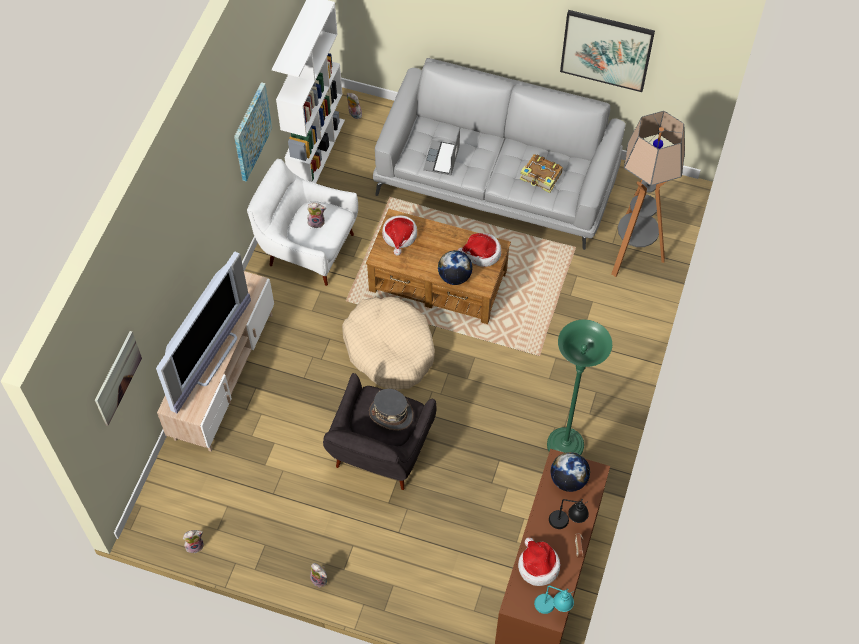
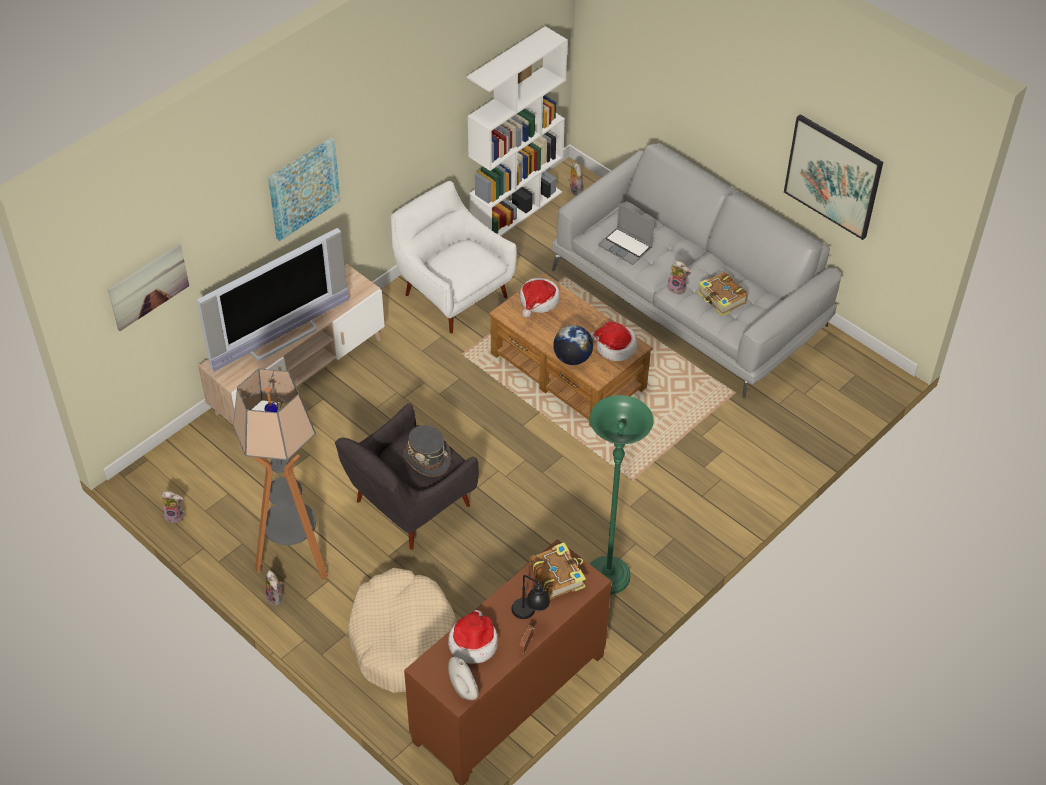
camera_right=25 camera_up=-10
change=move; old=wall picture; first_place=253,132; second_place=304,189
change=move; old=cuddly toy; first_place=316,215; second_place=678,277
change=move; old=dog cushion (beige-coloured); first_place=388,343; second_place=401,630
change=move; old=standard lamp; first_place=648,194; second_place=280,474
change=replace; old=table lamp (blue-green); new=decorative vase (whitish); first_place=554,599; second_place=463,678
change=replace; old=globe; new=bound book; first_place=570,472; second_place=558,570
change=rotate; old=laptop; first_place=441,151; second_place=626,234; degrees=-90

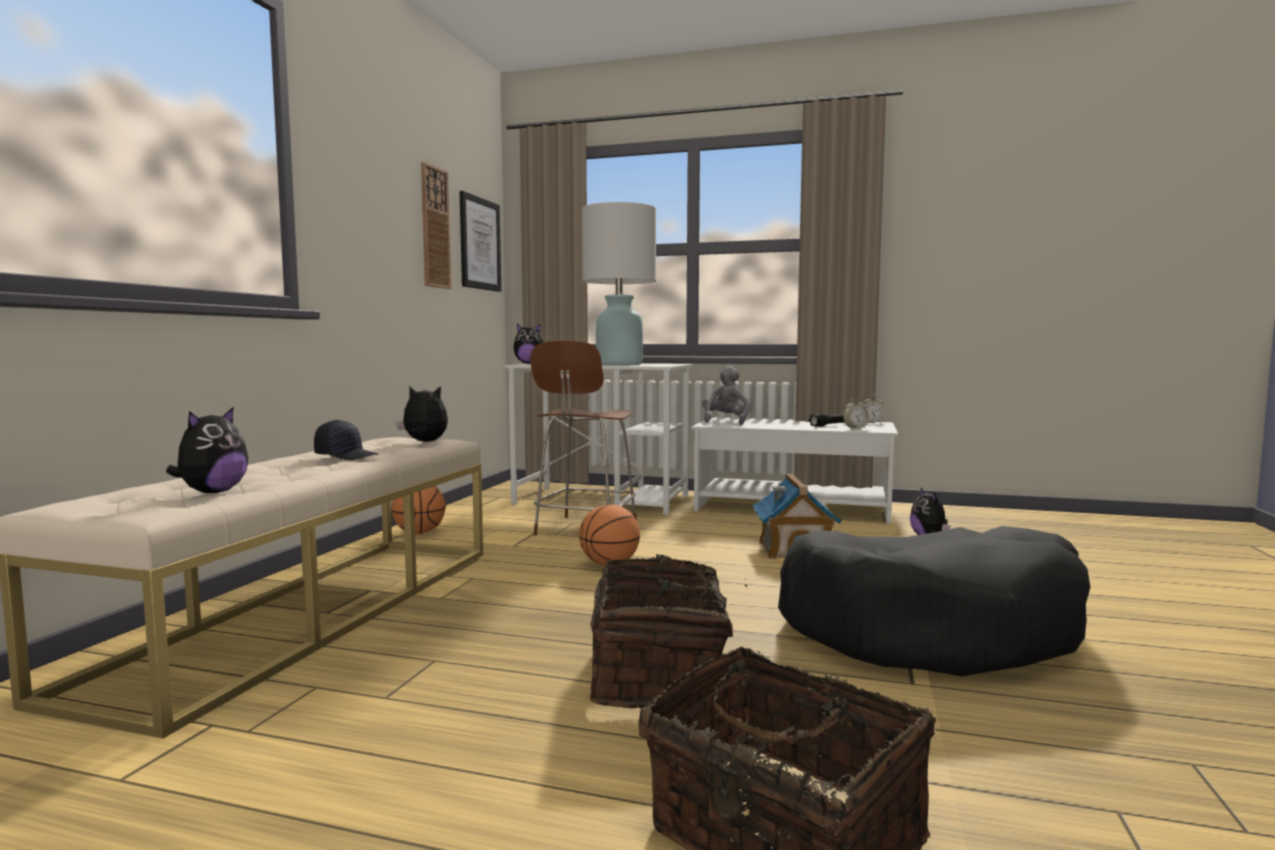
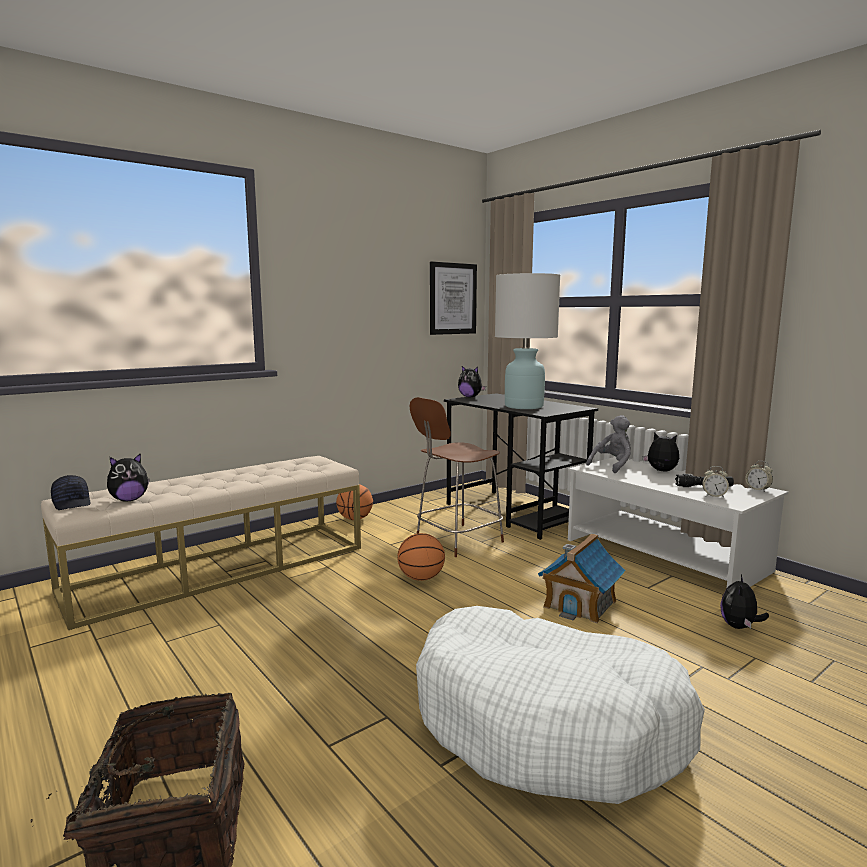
camera_right=35 camera_up=5
change=delete; old=clock on the wall; first_place=436,225
change=delete; old=storage basket; first_place=669,631
change=move; old=peaked cap (black); first_place=346,440; second_place=70,492
change=move; old=cuddly toy; first_place=422,414; second_place=661,451
change=recolor; old=desk unit (whitish); new=desk unit (black); first_place=598,439; second_place=521,466
change=recolor; old=dog cushion (black); new=dog cushion (whitish); first_place=934,601; second_place=560,705

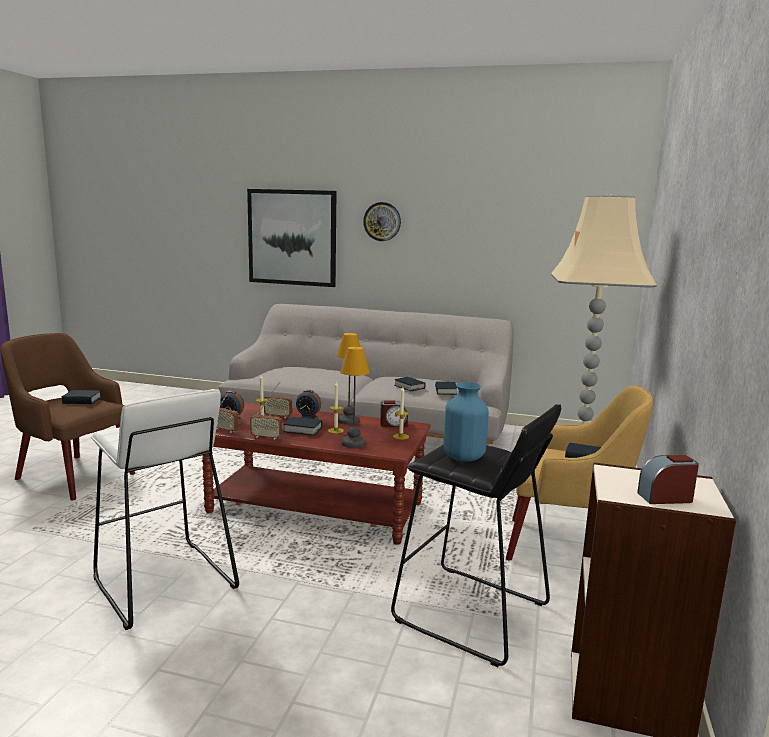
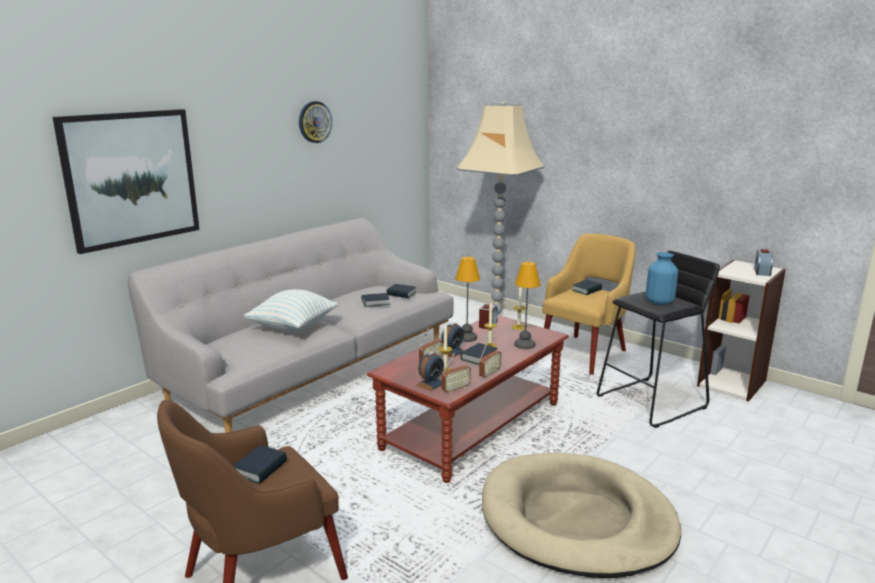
camera_right=-65 camera_up=5
change=insert; new=pillow; second_place=291,311
change=move; old=clock on the wall; first_place=382,221; second_place=315,122
change=replace; old=sitting stool (whitish); new=dog cushion (beige-coloured); first_place=165,509; second_place=581,515

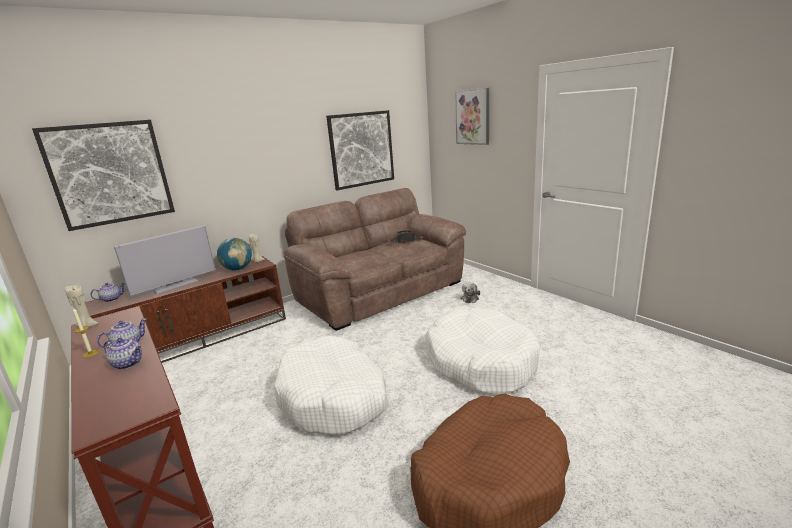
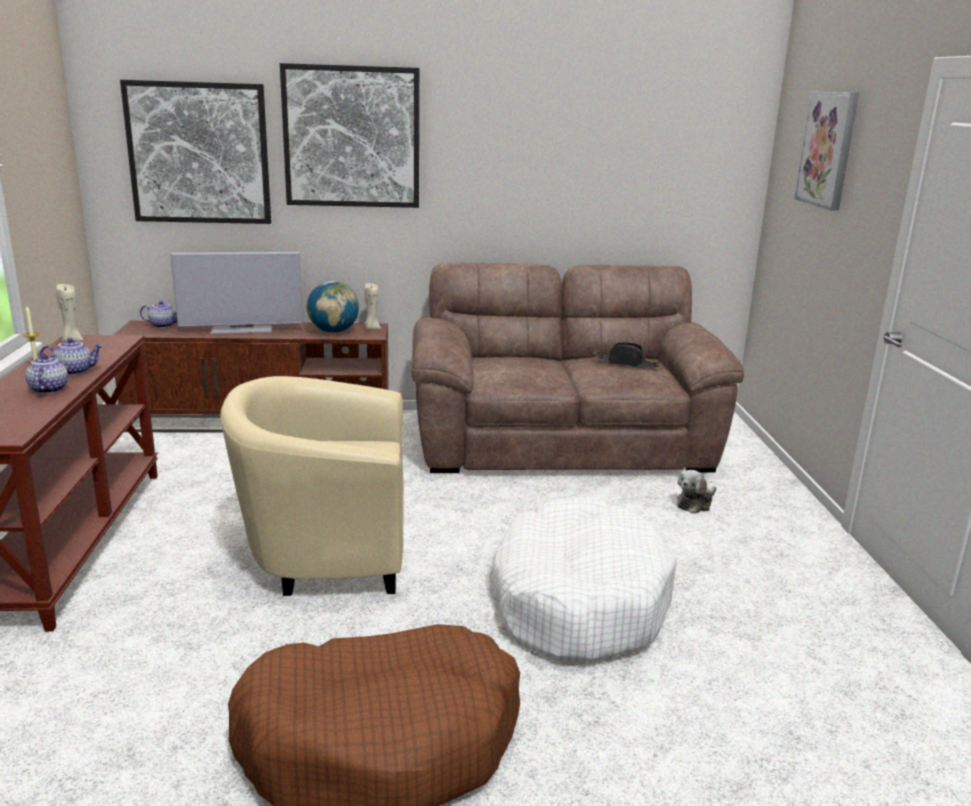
camera_right=30 camera_up=0
change=move; old=wall picture; first_place=360,150; second_place=349,135
change=replace; old=dog cushion (whitish); new=easy chair (beige-coloured); first_place=331,385; second_place=312,486
change=rotate; old=tea pot; first_place=123,353; second_place=46,374; degrees=-150

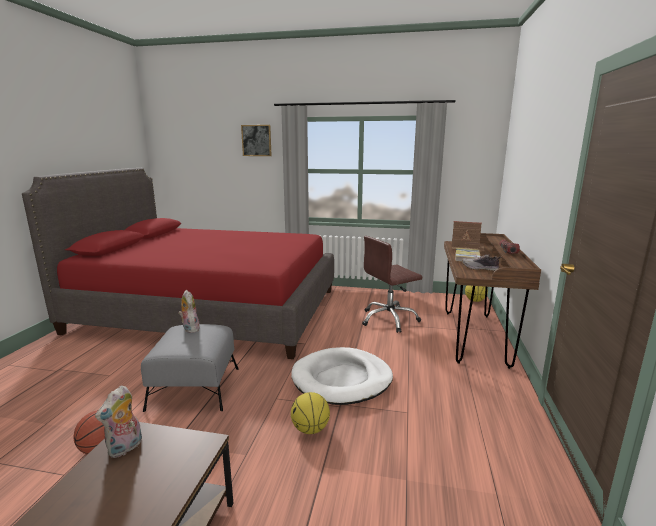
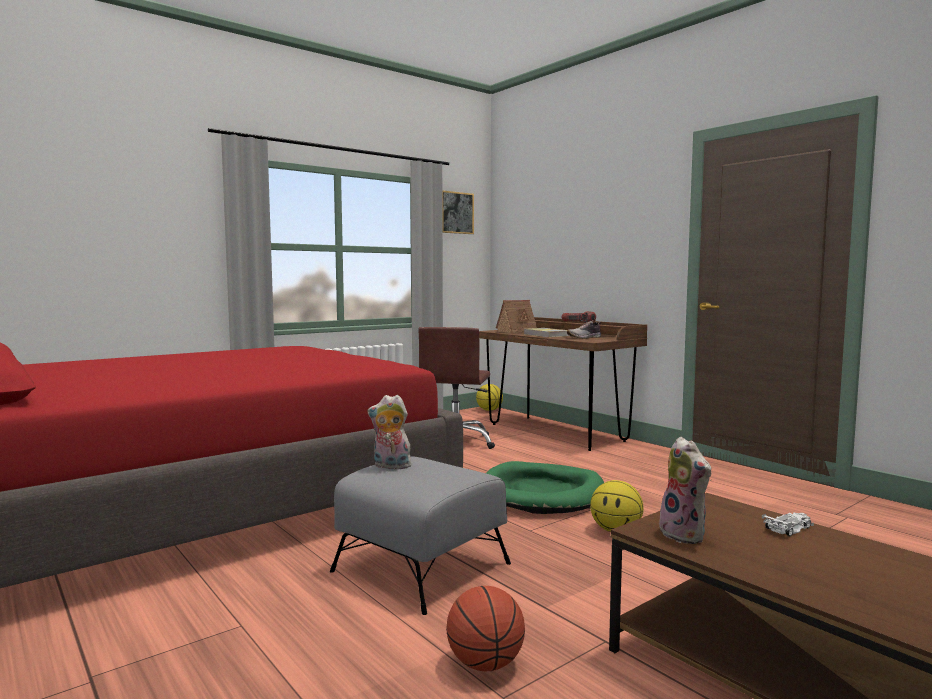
camera_right=-50 camera_up=-10
change=insert; new=toy car (whitish); second_place=788,524
change=move; old=wall picture; first_place=256,140; second_place=458,212
change=recolor; old=dog cushion (whitish); new=dog cushion (greenish); first_place=342,376; second_place=545,487

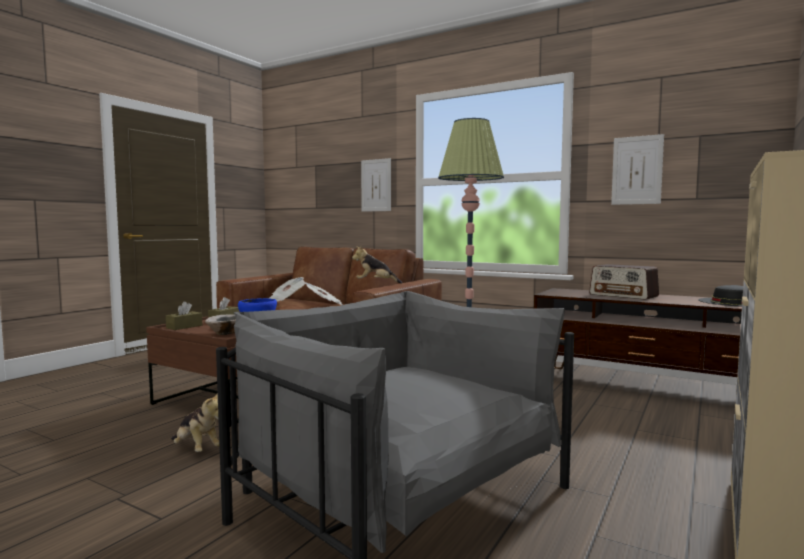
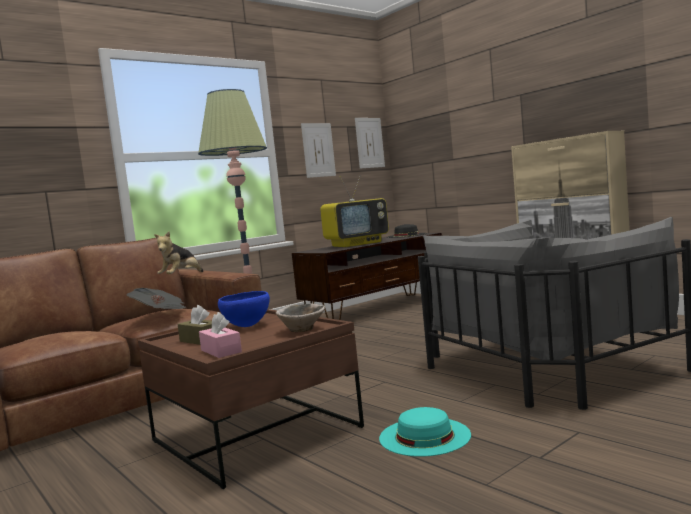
camera_right=-70 camera_up=0
change=delete; old=daily paper; first_place=287,289
change=move; old=wall picture; first_place=376,185; second_place=370,143
change=replace; old=cuddly toy; new=hat (blue-green); first_place=195,422; second_place=425,432
change=replace; old=radio receiver; new=TV; first_place=624,282; second_place=354,211
change=recolor; old=tissue box (brown-coloured); new=tissue box (pink-coloured); first_place=184,315; second_place=220,335

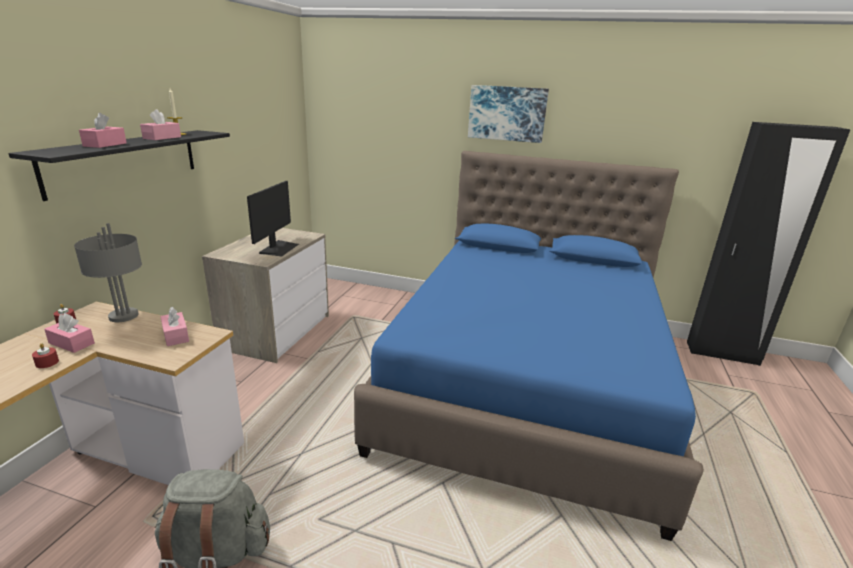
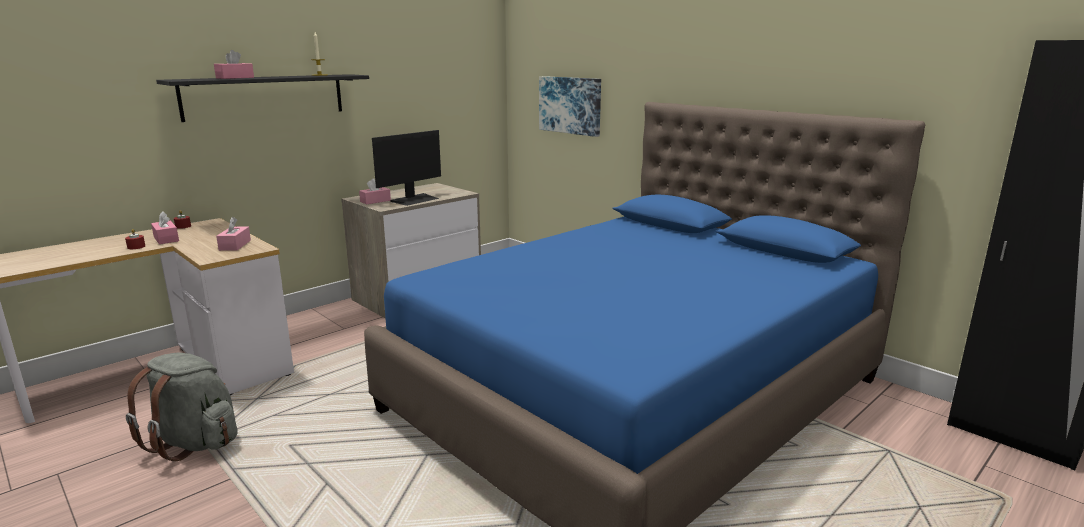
camera_right=30 camera_up=-5
change=delete; old=table lamp (grey); first_place=108,272
change=move; old=tissue box (pink-coloured); first_place=160,124; second_place=375,191
change=move; old=wall picture; first_place=508,114; second_place=570,106

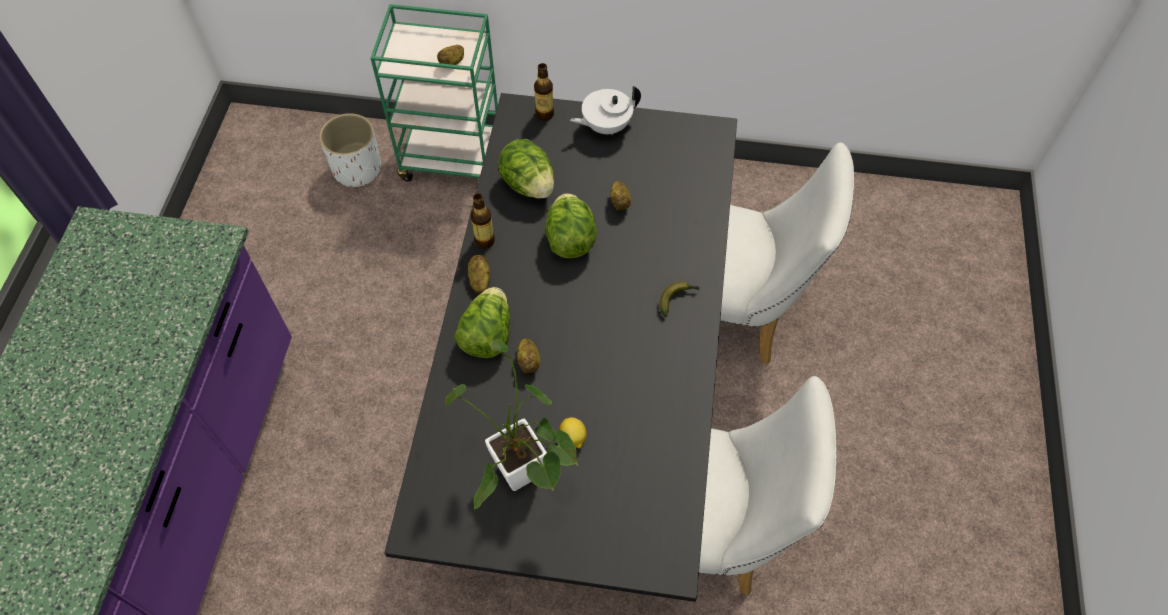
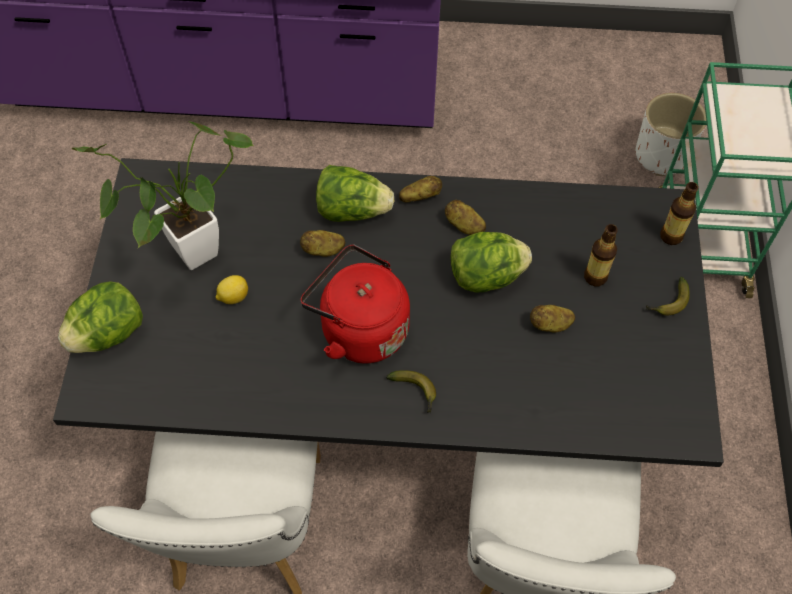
camera_right=85 camera_up=0
change=insert; new=water kettle (red); second_place=355,304
change=move; old=spud; first_place=450,55; second_place=465,217
change=move; old=beverage bottle; first_place=483,221; second_place=601,255
change=move; old=head of lettuce; first_place=526,169; second_place=100,317
change=replace; old=tea pot (whitish); new=whole banana; first_place=605,110; second_place=668,296

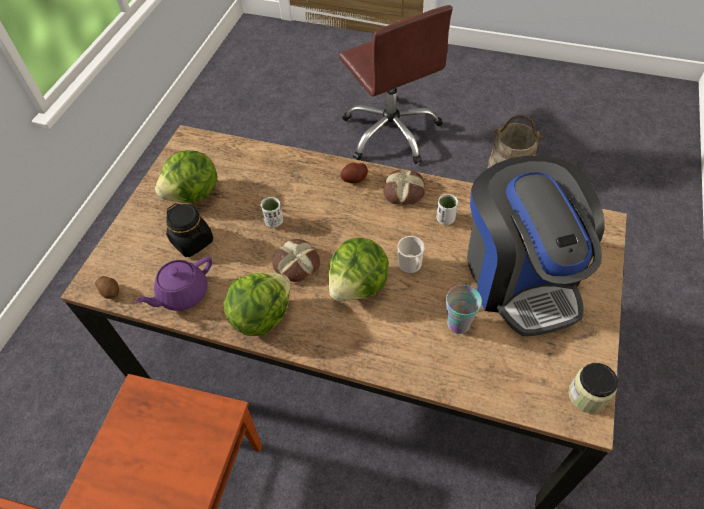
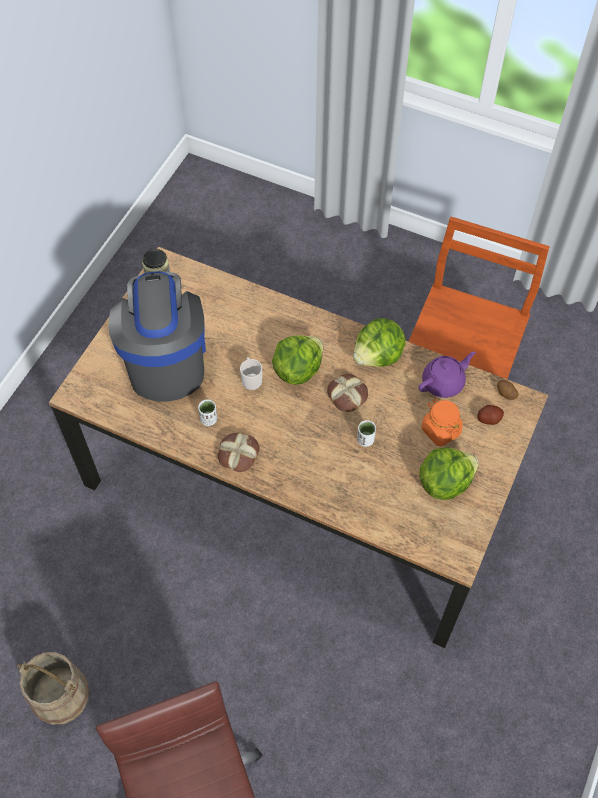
camera_right=-175 camera_up=5
change=delete; old=cup; first_place=464,309
change=move; old=spud; first_place=354,173; second_place=490,415
change=recolor; old=storage jar (black); new=storage jar (orange); first_place=189,230; second_place=442,422

